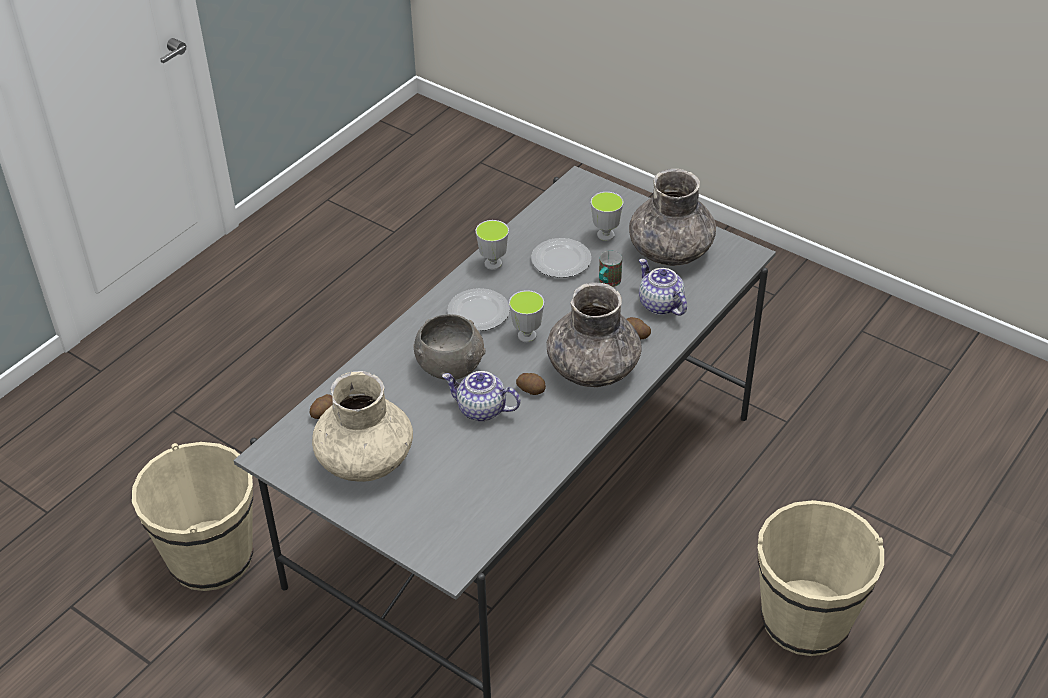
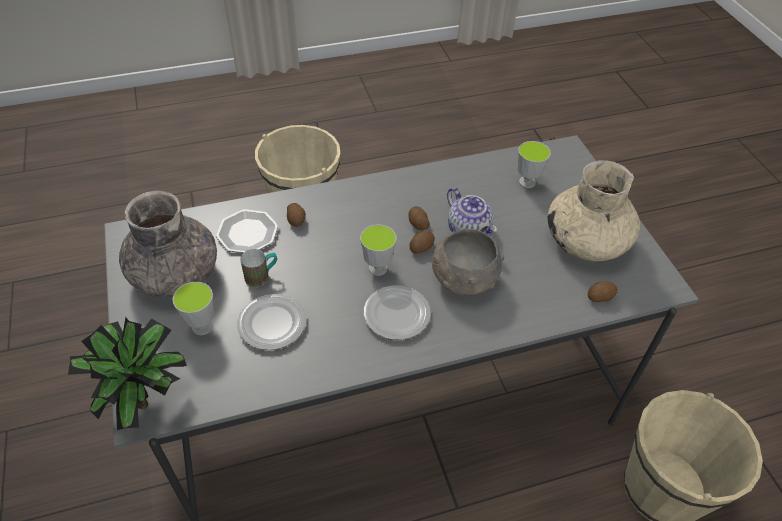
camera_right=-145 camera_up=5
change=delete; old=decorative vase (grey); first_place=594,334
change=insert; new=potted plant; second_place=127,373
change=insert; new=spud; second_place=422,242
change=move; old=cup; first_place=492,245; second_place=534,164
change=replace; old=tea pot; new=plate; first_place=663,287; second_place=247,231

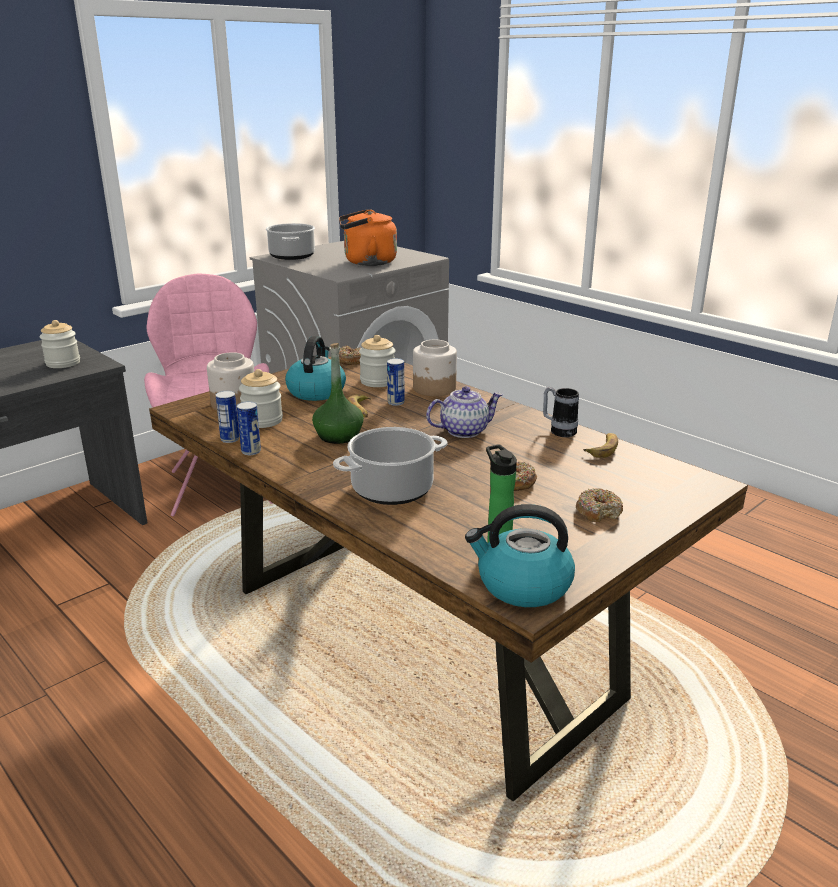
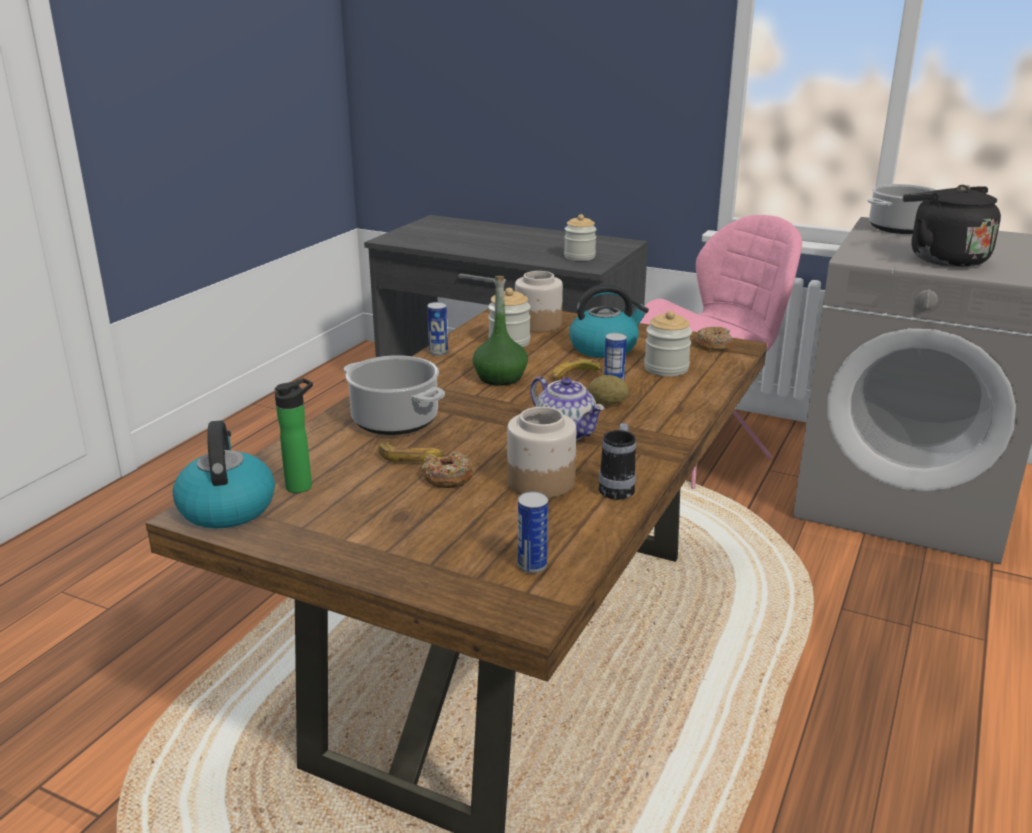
camera_right=70 camera_up=0
change=delete; old=donut; first_place=599,505
change=insert; new=spud; second_place=608,390
change=move; old=can; first_place=228,417; second_place=533,532
change=move; old=storage jar; first_place=435,367; second_place=541,452
change=move; old=whole banana; first_place=600,445; second_place=411,452
change=recolor; old=water kettle (orange); new=water kettle (black); first_place=368,237; second_place=952,226

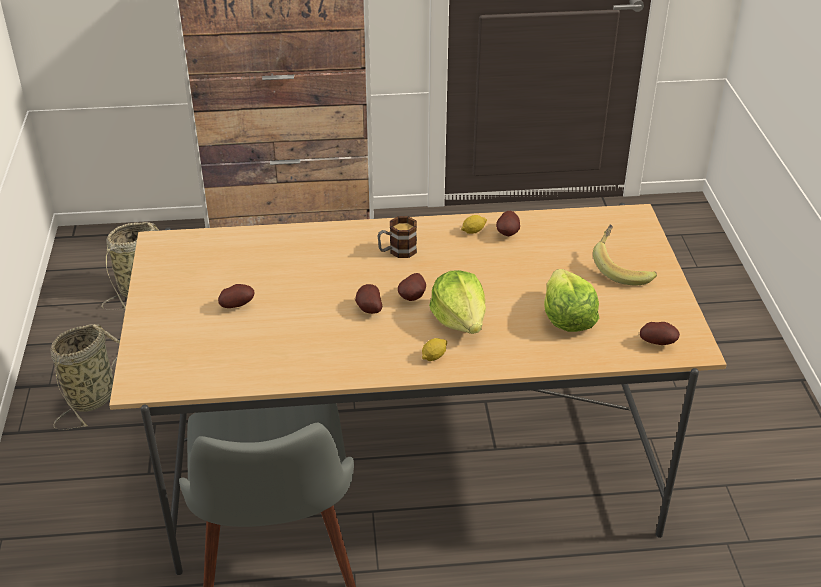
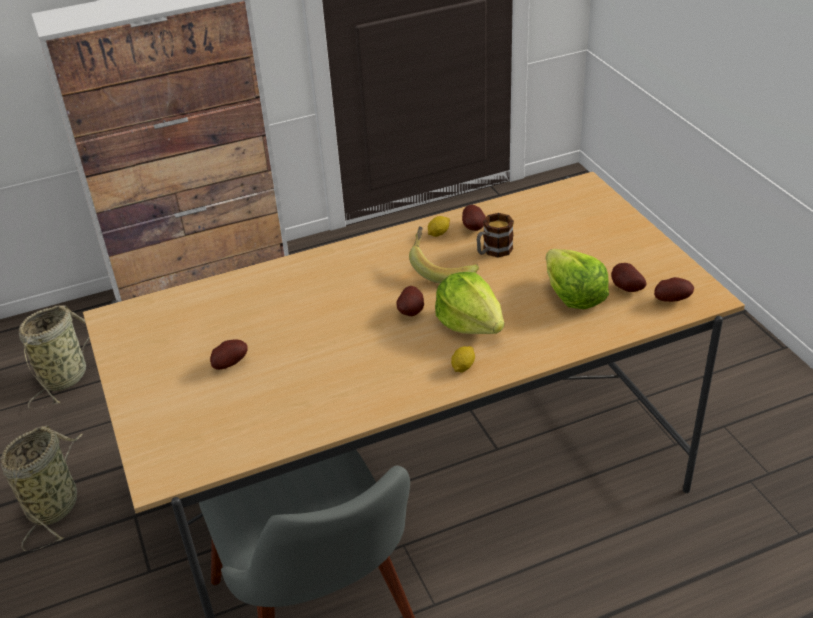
camera_right=-15 camera_up=0
change=move; old=spud; first_place=368,299; second_place=628,277
change=move; old=tea mug; first_place=397,237; second_place=495,235
change=move; old=whole banana; first_place=625,254; second_place=444,255

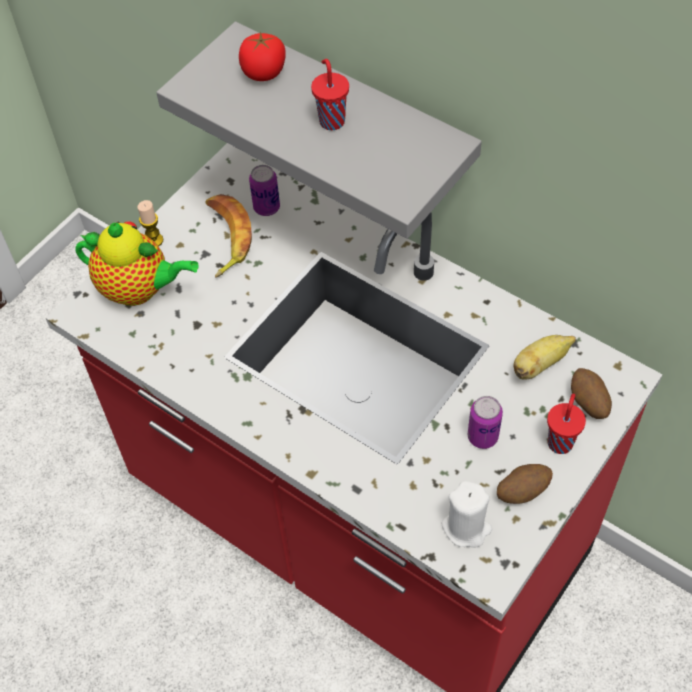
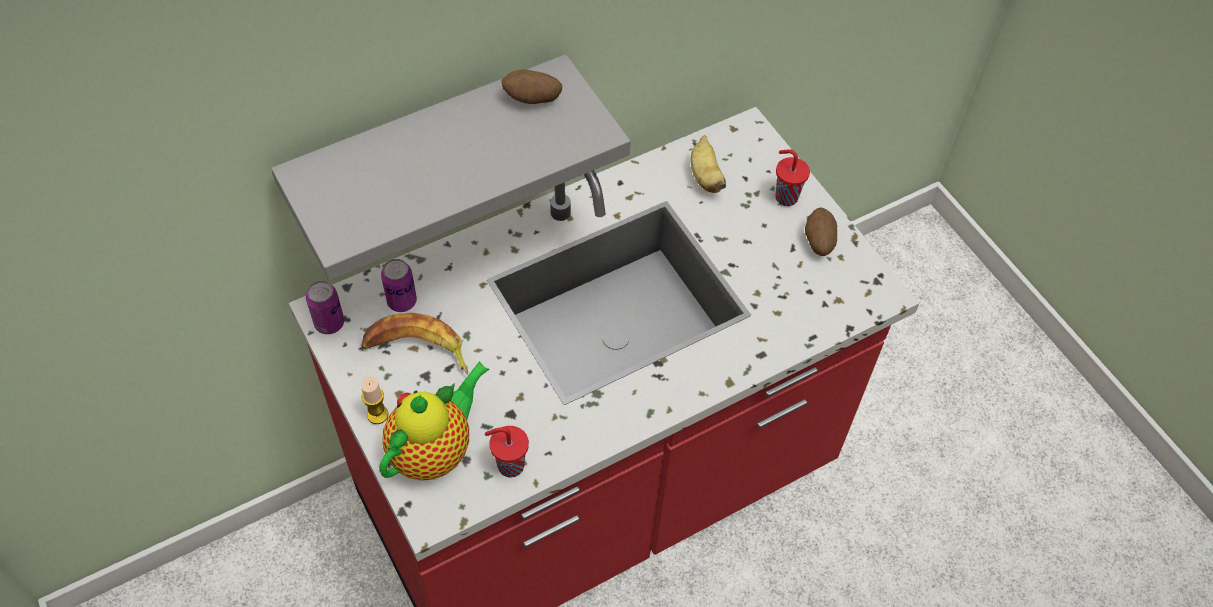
camera_right=-70 camera_up=0
change=delete; old=tomato; first_place=262,56
change=delete; old=candle (whitish); first_place=466,514
change=move; old=cup (red); first_place=330,94; second_place=507,451
change=move; old=can; first_place=485,422; second_place=325,307
change=move; old=spud; first_place=591,393; second_place=532,86

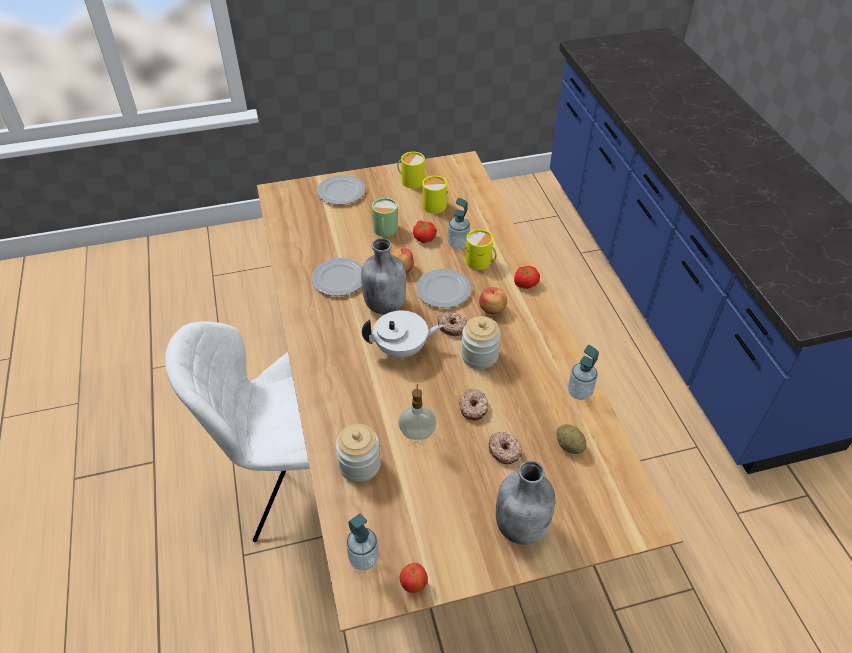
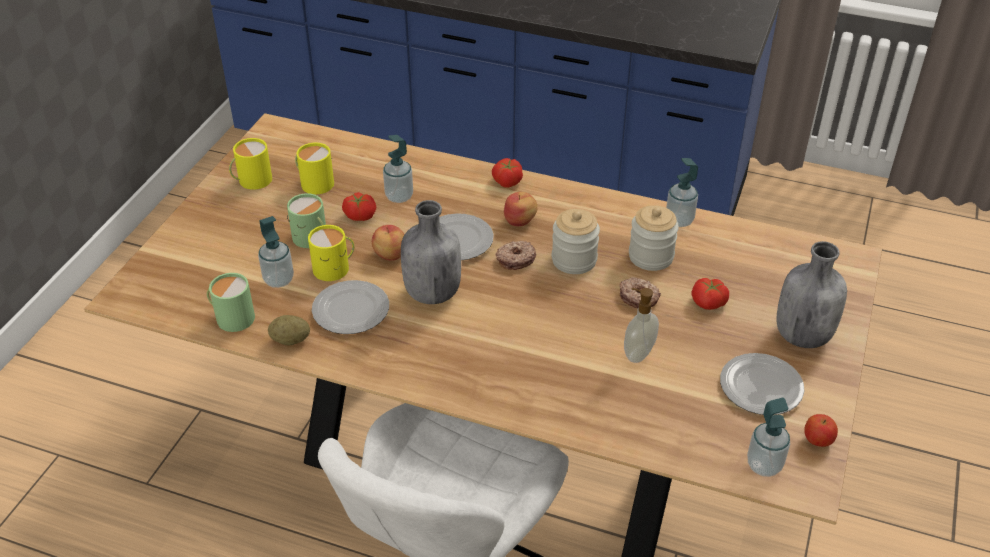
camera_right=-55 camera_up=-5
change=delete; old=tea pot (whitish); first_place=402,335
change=insert; new=tea mug (greenish); second_place=231,302
change=insert; new=liquid soap bottle; second_place=276,252
change=move; old=plate; first_place=341,190; second_place=762,384
change=move; old=storage jar; first_place=358,453; second_place=654,238
change=move; old=tea mug (yellow); first_place=481,249; second_place=331,253
change=move; old=spud; first_place=571,439; second_place=289,330
change=replace; old=donut; new=tomato; first_place=505,448; second_place=710,294

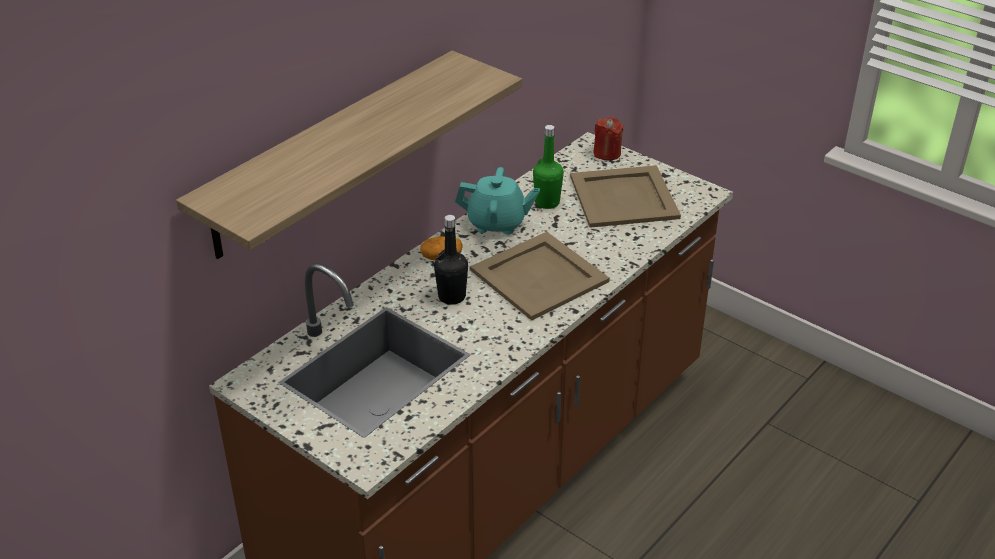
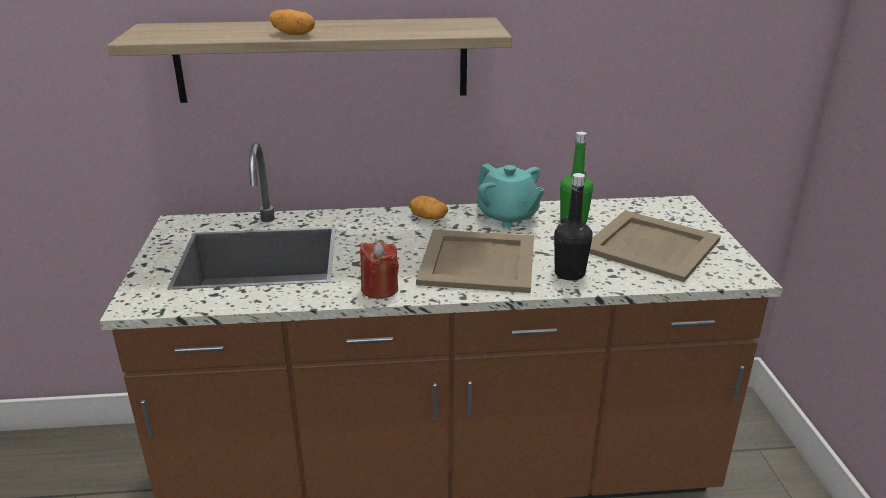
camera_right=45 camera_up=-10
change=insert; new=spud; second_place=292,22
change=move; old=beverage bottle (black); first_place=451,260; second_place=573,227
change=move; old=candle (red); first_place=608,138; second_place=379,270

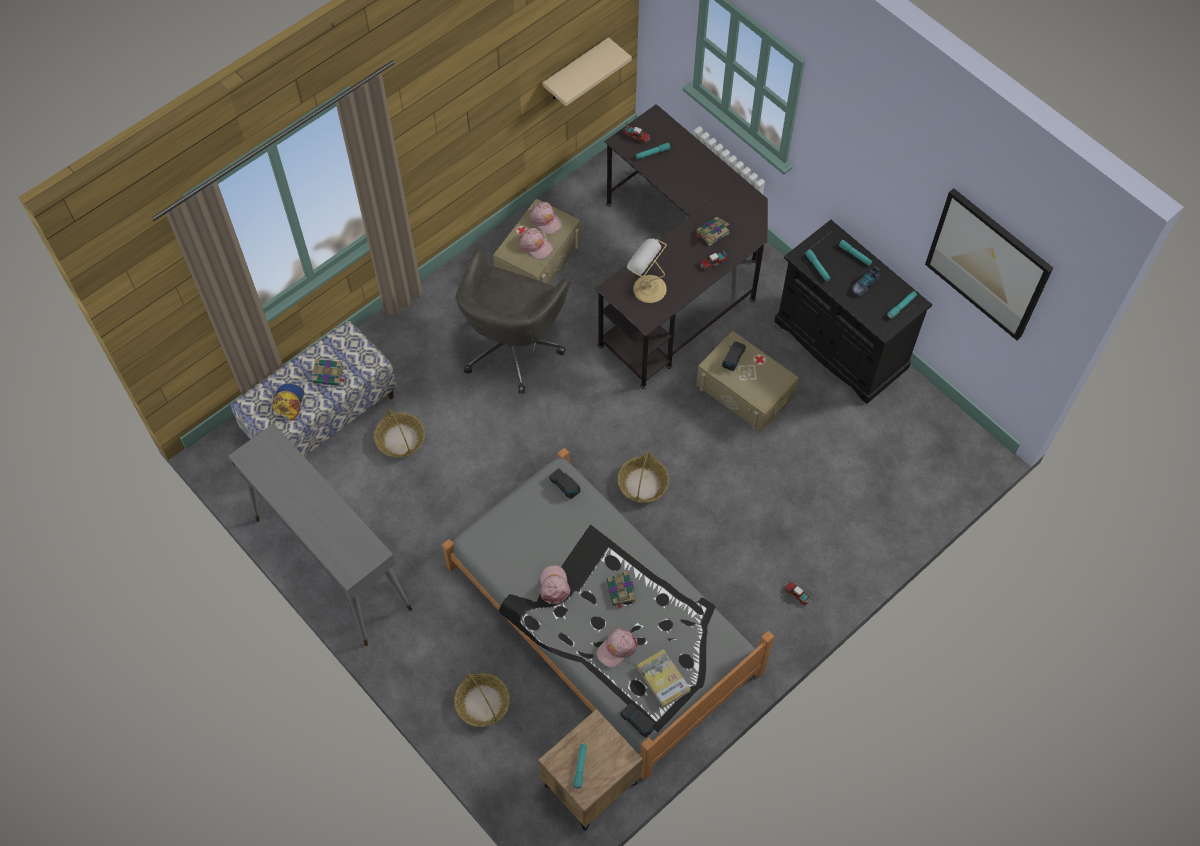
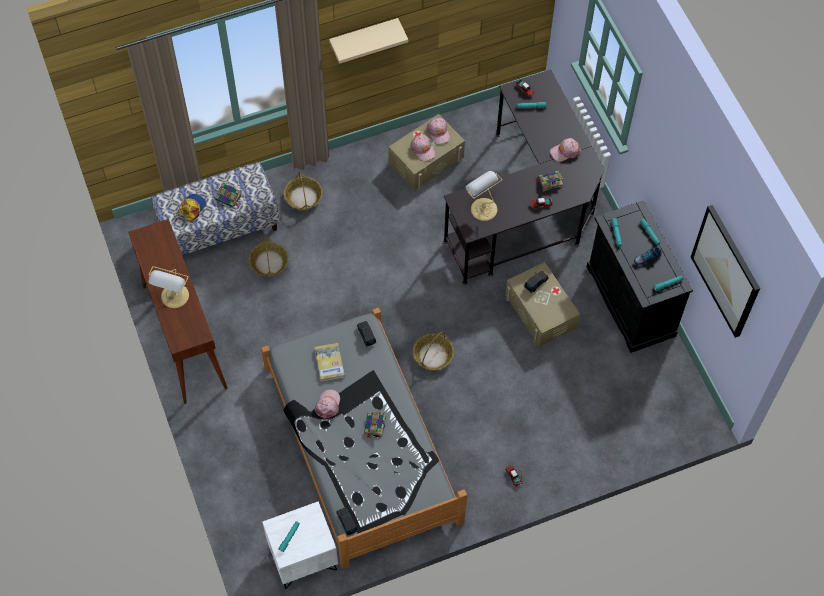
camera_right=20 camera_up=0
change=delete; old=computer chair (grey); first_place=513,321
change=insert; new=table lamp; second_place=168,287
change=move; old=storage basket; first_place=482,700; second_place=303,190
change=move; old=bracket shelf (beige-coloured); first_place=587,71; second_place=368,41
change=move; old=peaked cap (pink-coloured); first_place=616,647; second_place=565,150
change=move; old=bound book; first_place=663,678; second_place=330,362
change=recolor; old=hall table (grey); new=hall table (brown-coloured); first_place=320,534; second_place=178,311
change=recolor; old=nightstand (brown-coloured); new=nightstand (whitish); first_place=590,770; second_place=300,545

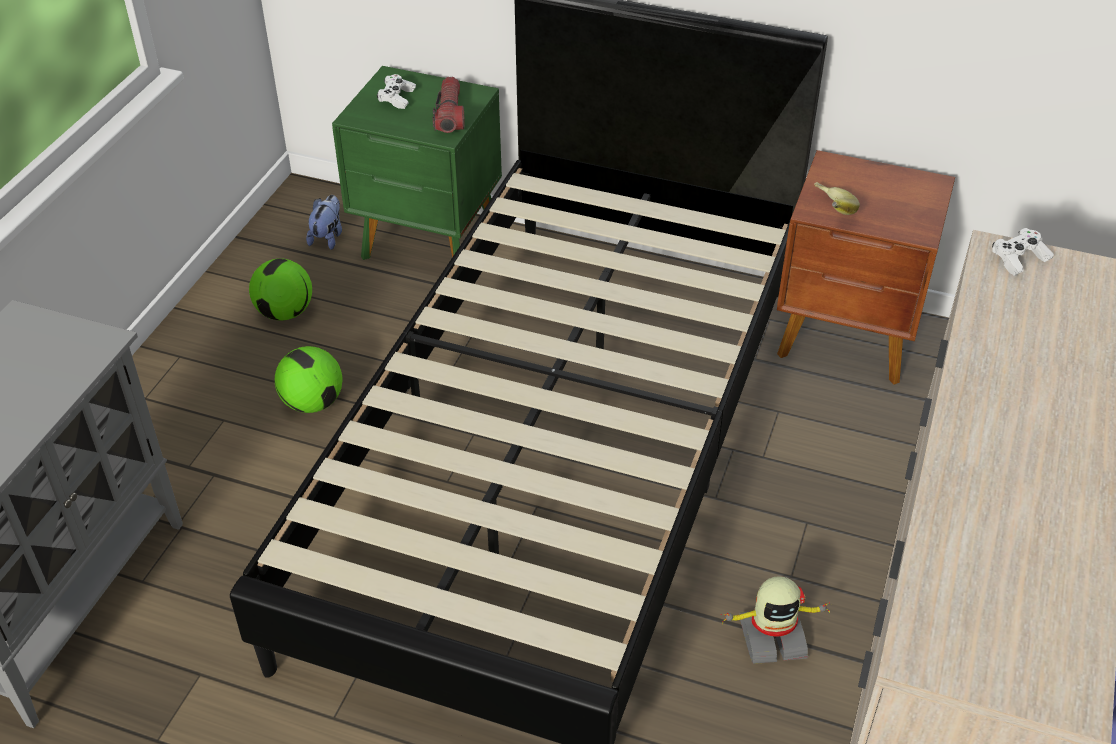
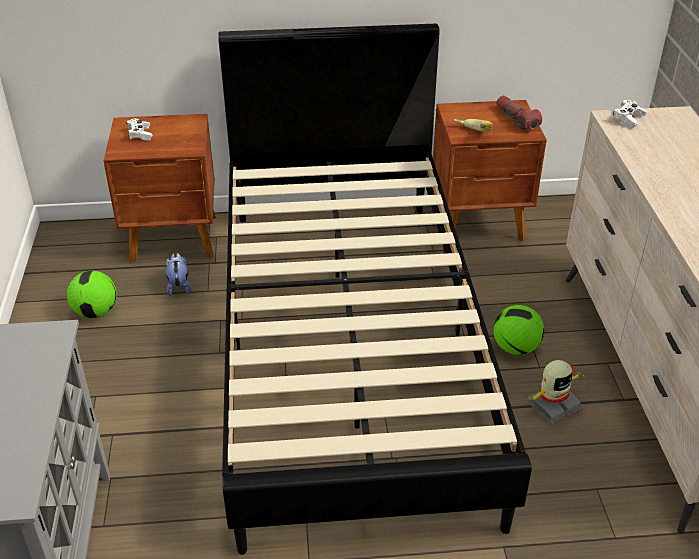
camera_right=-25 camera_up=-5
change=move; old=football; first_place=309,379; second_place=518,330
change=move; old=cuddly toy; first_place=324,222; second_place=178,274
change=move; old=flashlight; first_place=448,105; second_place=519,113
change=recolor; old=nightstand (greenish); new=nightstand (brown-coloured); first_place=417,163; second_place=160,188

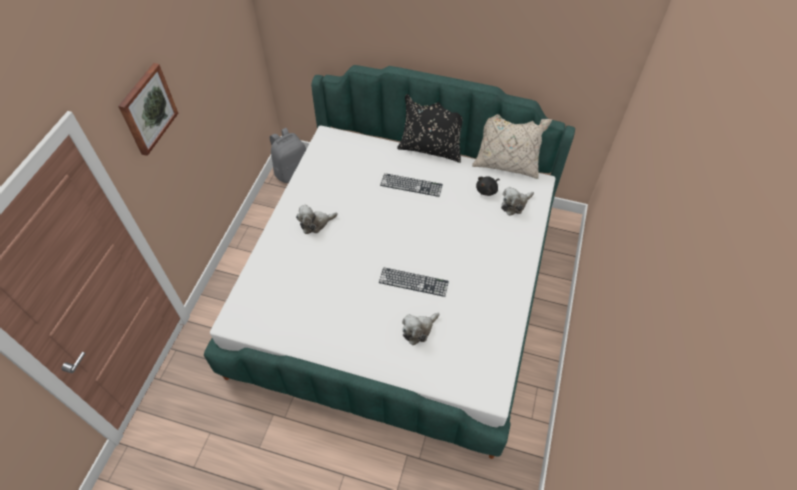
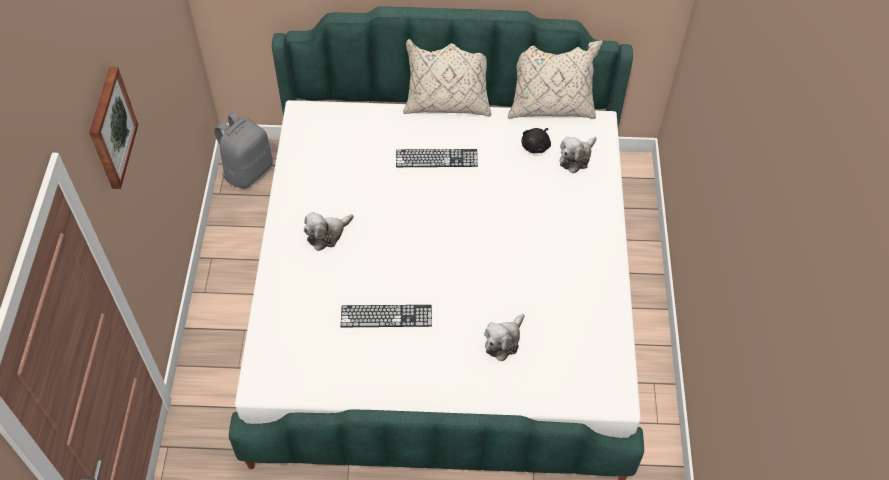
camera_right=-15 camera_up=0
change=move; old=PC keyboard; first_place=414,282; second_place=386,316
change=recolor; old=pillow (black); new=pillow (beige-coloured); first_place=429,128; second_place=447,78

